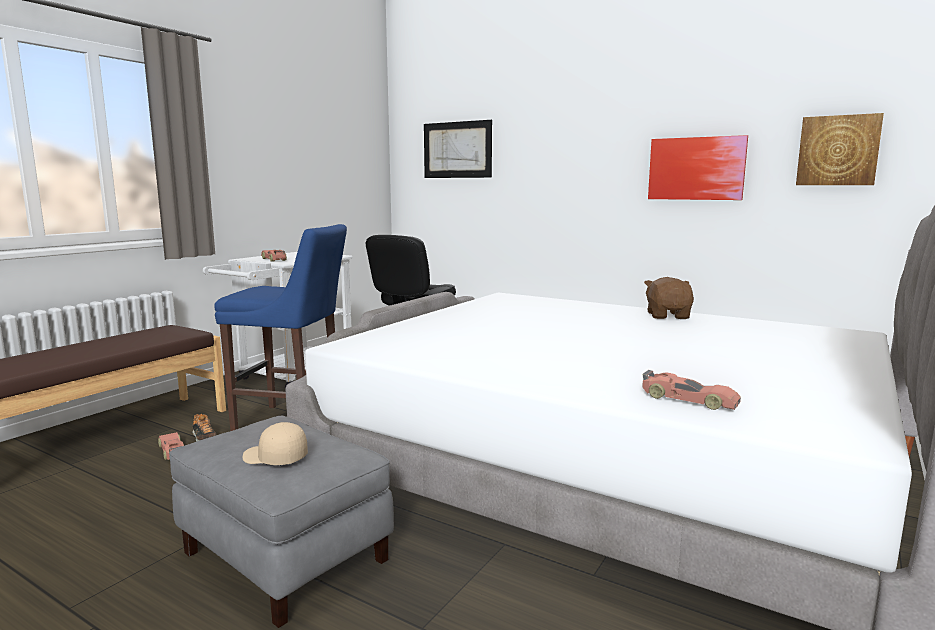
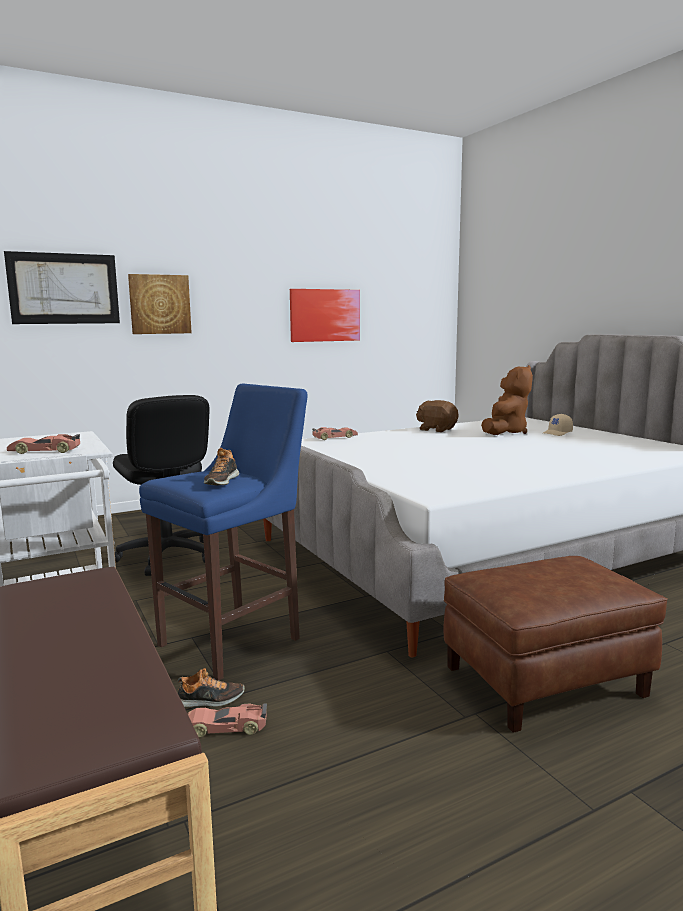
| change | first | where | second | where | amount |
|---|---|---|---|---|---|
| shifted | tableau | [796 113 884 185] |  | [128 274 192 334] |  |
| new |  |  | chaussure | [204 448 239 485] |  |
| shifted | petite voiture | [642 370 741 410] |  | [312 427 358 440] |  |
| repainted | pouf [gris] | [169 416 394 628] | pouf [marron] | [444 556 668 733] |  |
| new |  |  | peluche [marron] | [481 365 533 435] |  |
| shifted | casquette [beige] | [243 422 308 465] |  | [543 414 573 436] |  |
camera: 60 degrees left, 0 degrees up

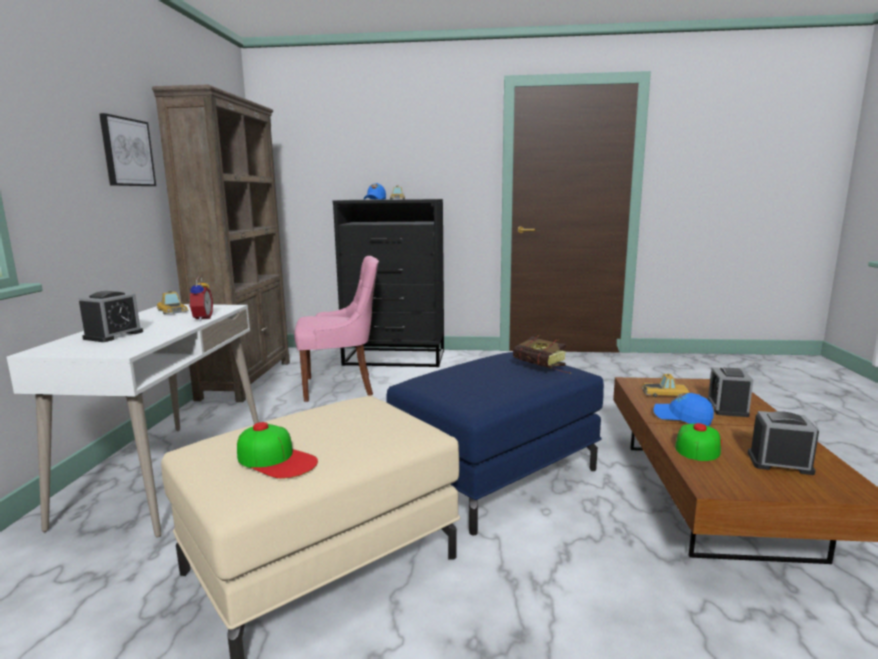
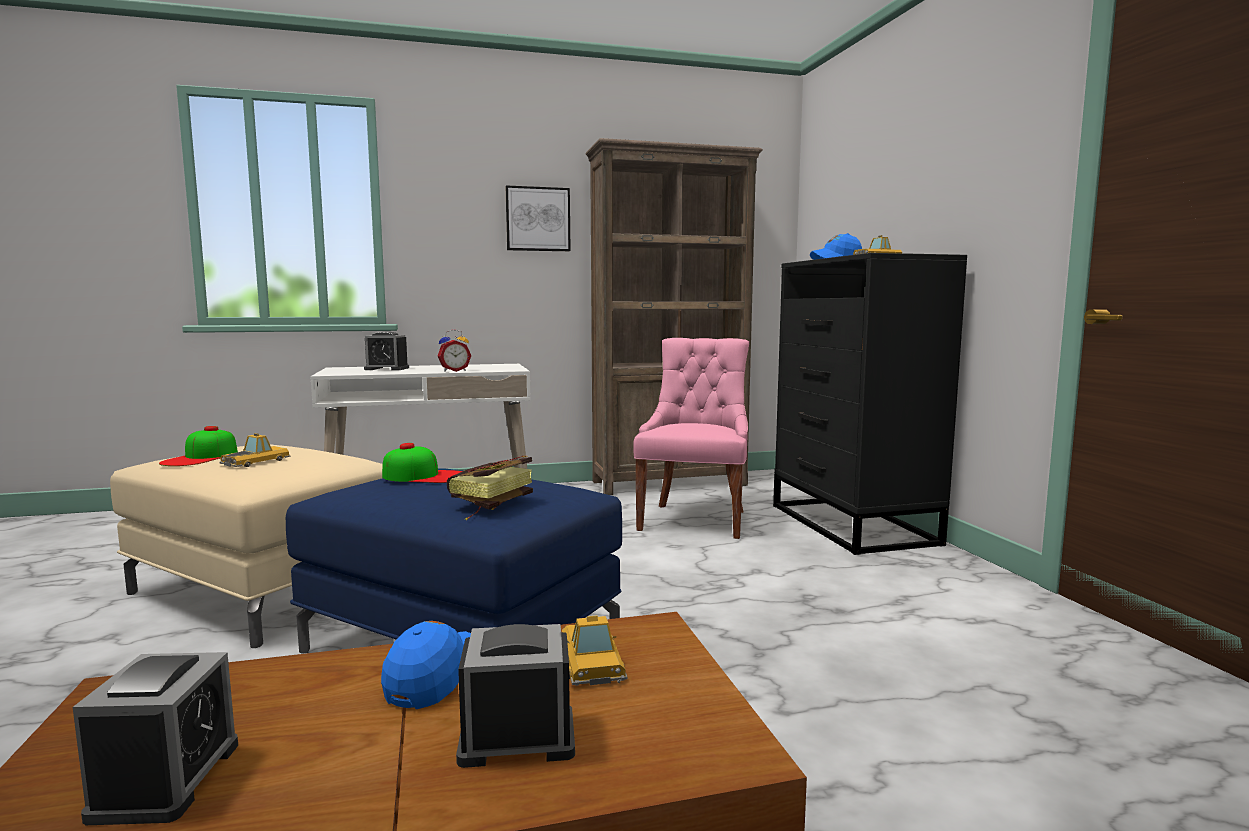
| change | first | where | second | where | amount |
|---|---|---|---|---|---|
| shifted | petite voiture | [157 291 189 314] |  | [219 433 290 467] |  |
| shifted | casquette | [675 423 722 461] |  | [382 443 462 483] |  |
| rotated | chaise [rose] | [294 256 379 402] |  | [634 338 749 539] | 135 degrees counterclockwise |
camera: 70 degrees right, 5 degrees down

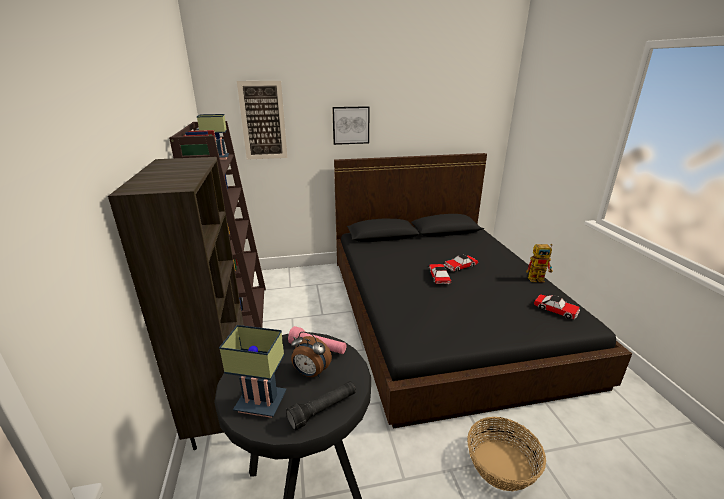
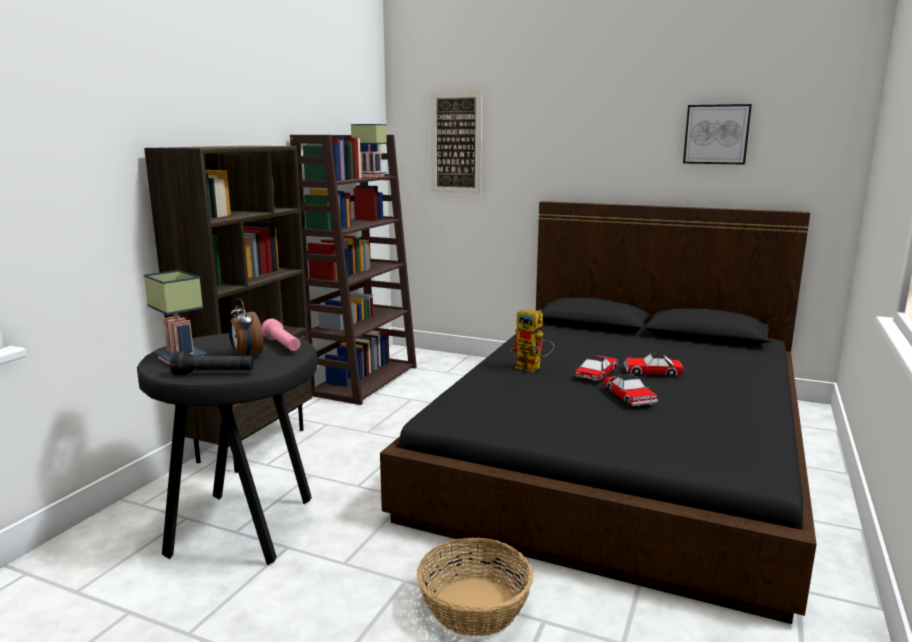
| change | first | where | second | where | amount |
|---|---|---|---|---|---|
| shifted | robot jouet | [526 244 553 282] |  | [511 309 554 372] |  |
| shifted | petite voiture | [534 294 580 319] |  | [603 374 658 406] |  |
| shifted | tableau | [332 106 369 145] |  | [683 104 752 165] |  |
camera: 35 degrees right, 10 degrees down

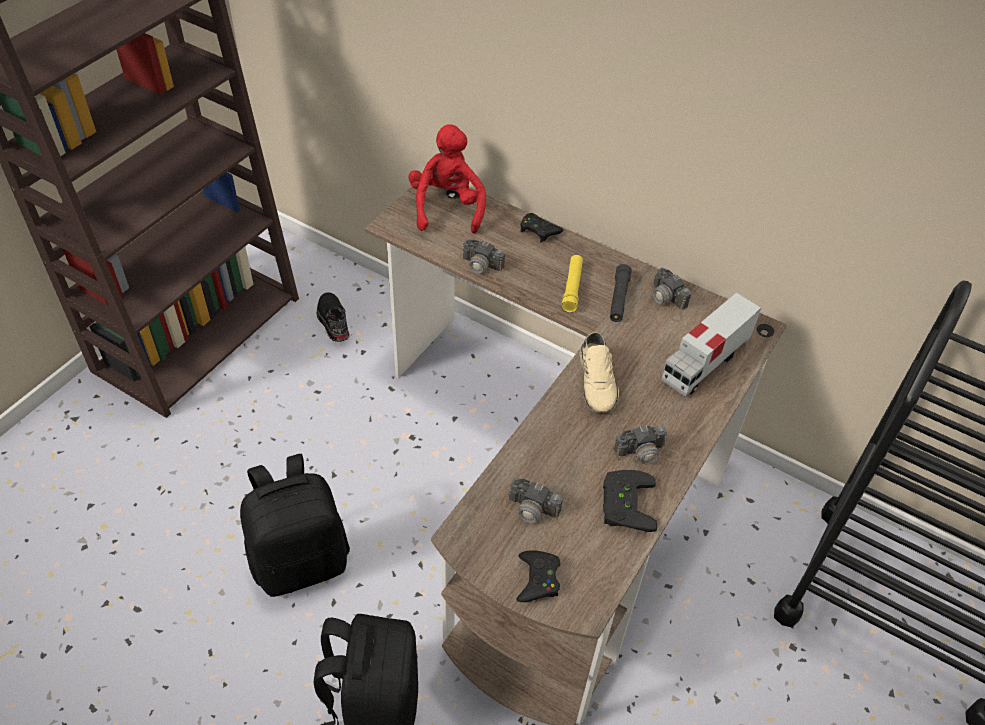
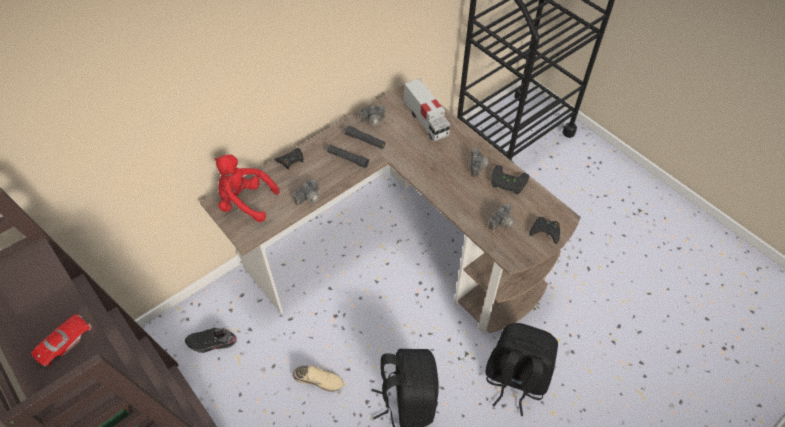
| change | first | where | second | where | amount |
|---|---|---|---|---|---|
| new |  |  | petite voiture [rouge] | [31 314 91 366] |  |
| shifted | chaussure [beige] | [579 332 619 412] |  | [293 365 344 392] |  |
| repainted | lampe de poche [jaune] | [561 255 583 312] | lampe de poche [noir] | [327 145 369 168] |  |
camera: 70 degrees left, 5 degrees up

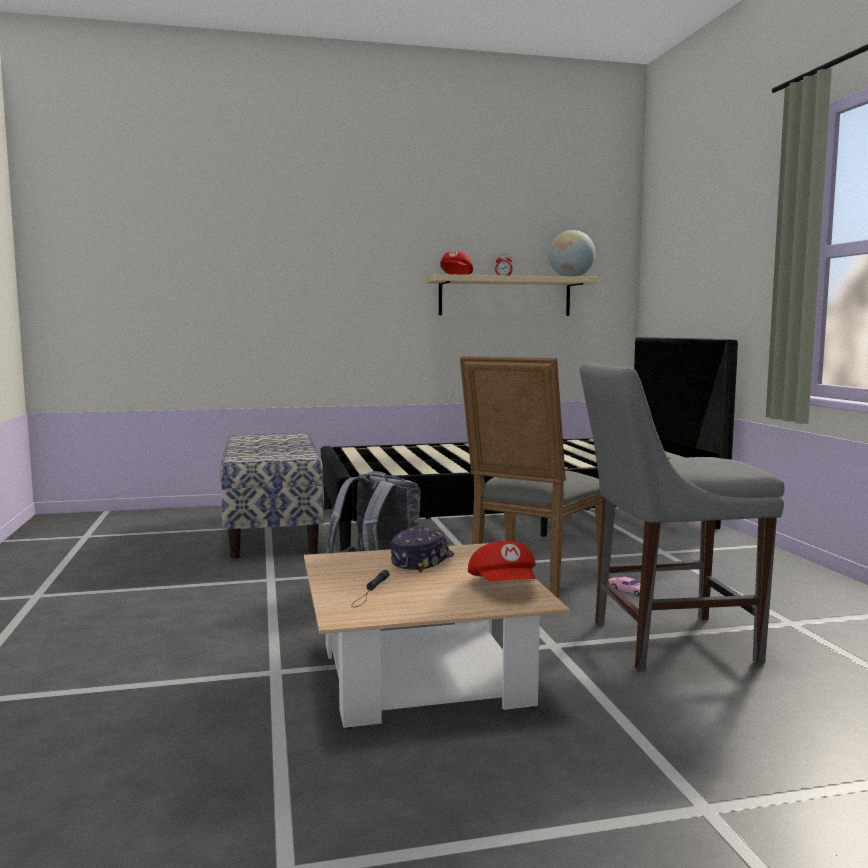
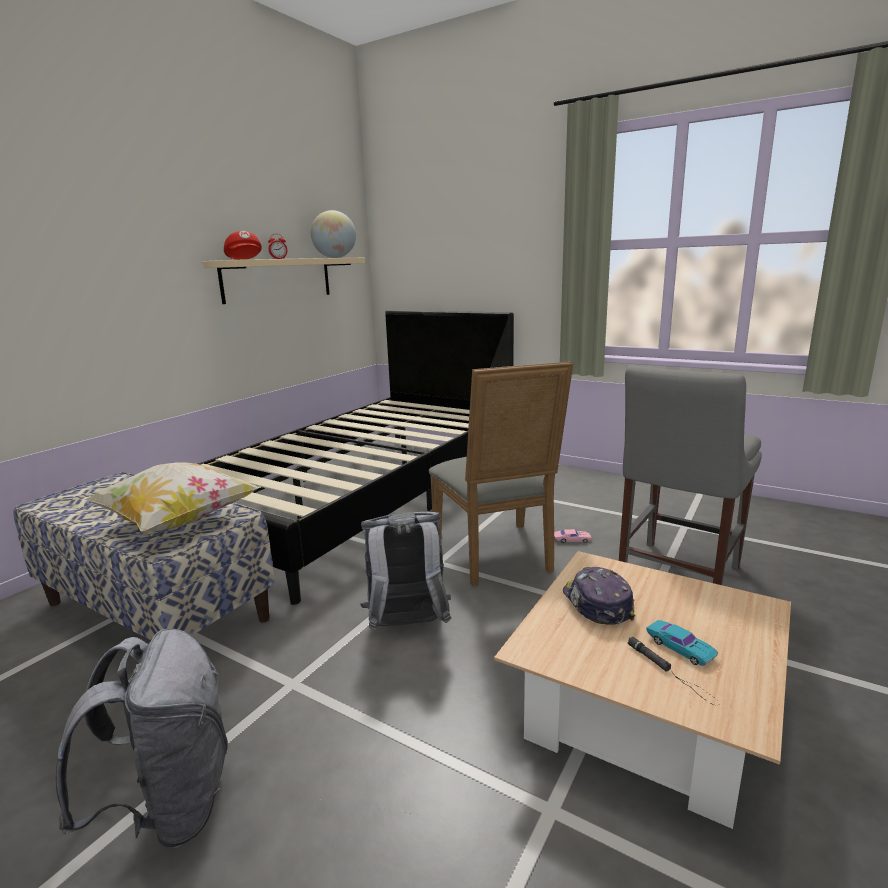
| change | first | where | second | where | amount |
|---|---|---|---|---|---|
| new |  |  | sac à dos [gris] | [56 629 228 848] |  |
| new |  |  | coussin | [84 462 261 532] |  |
| new |  |  | petite voiture [turquoise] | [646 620 718 666] |  |
| gone | casquette [rouge] | [468 541 536 582] |  |  |  |
camera: 45 degrees left, 10 degrees up

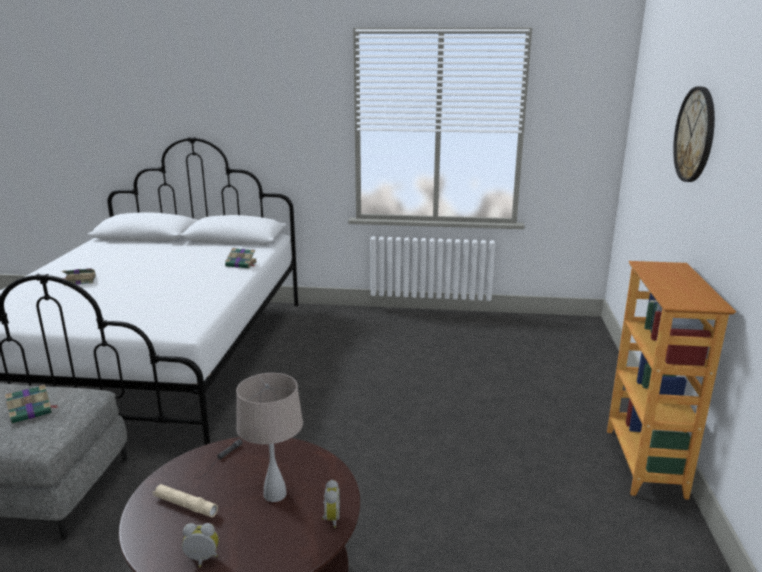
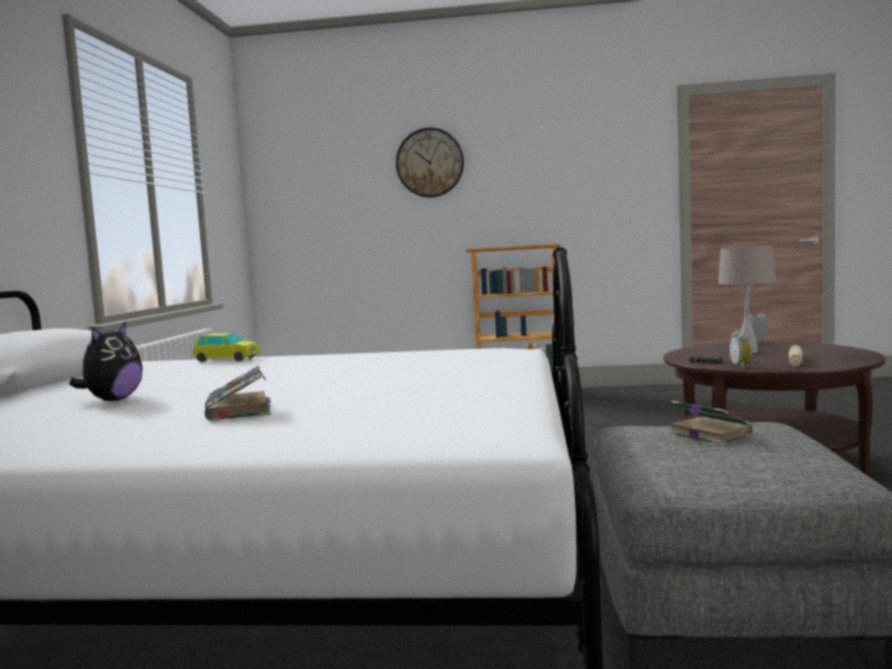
| change | first | where | second | where | amount |
|---|---|---|---|---|---|
| new |  |  | peluche | [69 322 143 401] |  |
| swapped | livre | [225 248 257 269] | petite voiture | [193 334 260 362] |  |
| shifted | réveil | [182 523 219 568] |  | [729 331 752 370] |  |
camera: 90 degrees left, 15 degrees down

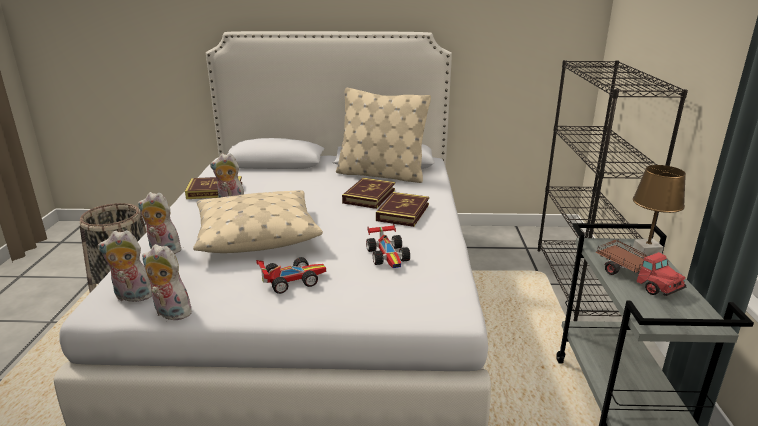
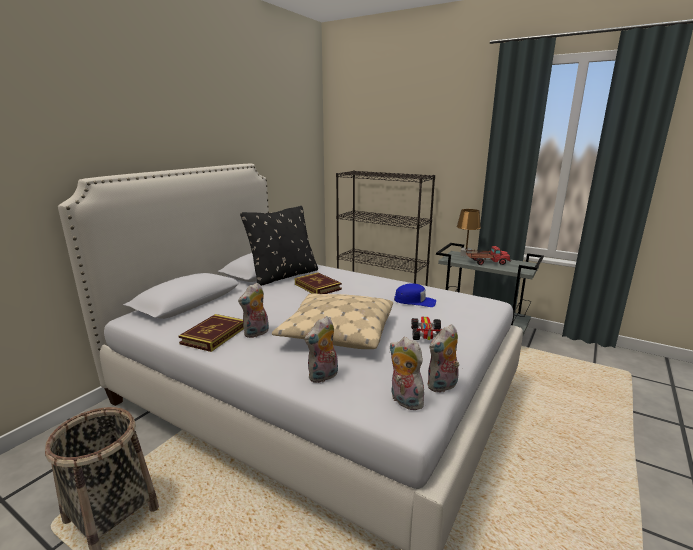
| change | first | where | second | where | amount |
|---|---|---|---|---|---|
| repainted | coussin [beige] | [336 88 431 183] | coussin [noir] | [240 206 318 286] |  |
| rotated | peluche | [98 230 152 302] |  | [389 337 424 410] | 105 degrees clockwise |
| swapped | petite voiture | [366 224 410 268] | casquette [bleu] | [394 283 436 307] |  |
| gone | livre | [376 192 429 227] |  |  |  |
camera: 60 degrees left, 5 degrees down

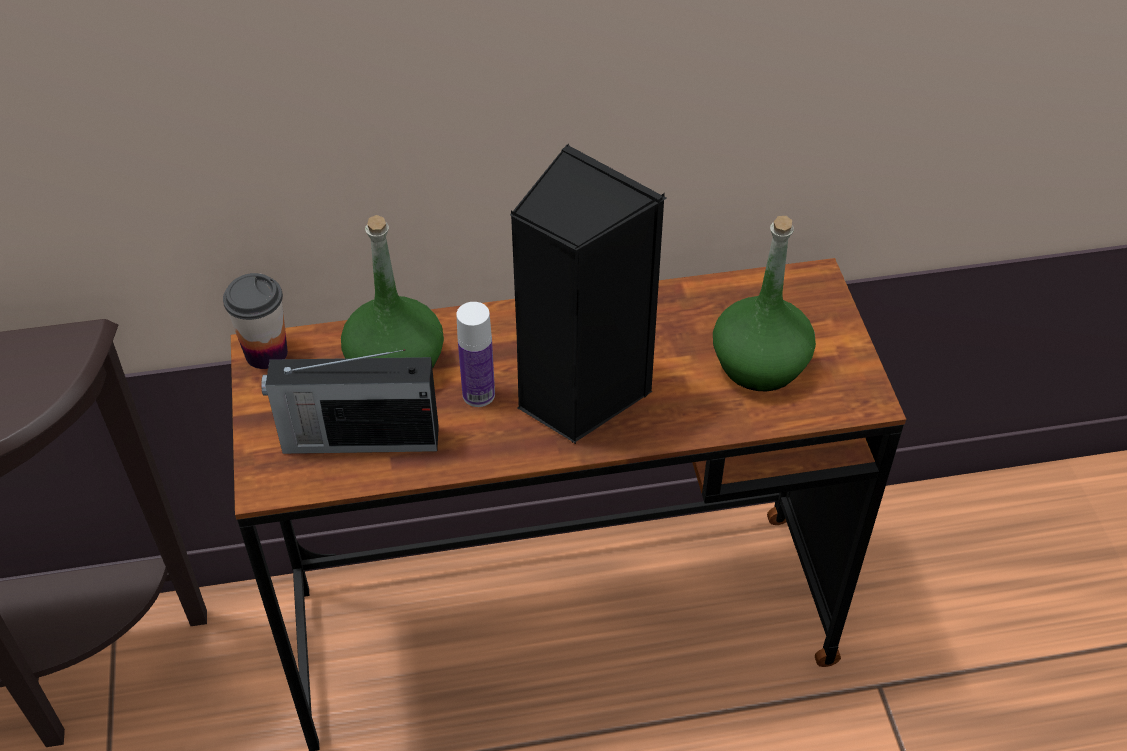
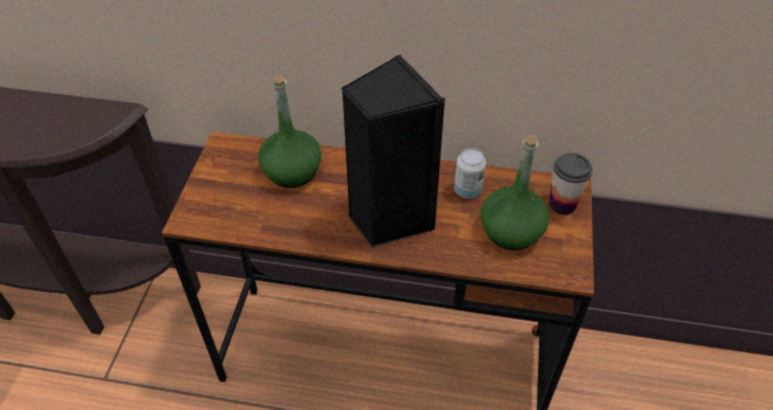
| change | first | where | second | where | amount |
|---|---|---|---|---|---|
| new |  |  | boîte métallique | [454 148 486 198] |  |
| shifted | tasse | [223 273 288 369] |  | [549 153 593 215] |  |
| gone | radio | [261 349 439 454] |  |  |  |
| gone | bouteille | [456 302 495 407] |  |  |  |
camera: 20 degrees right, 0 degrees up

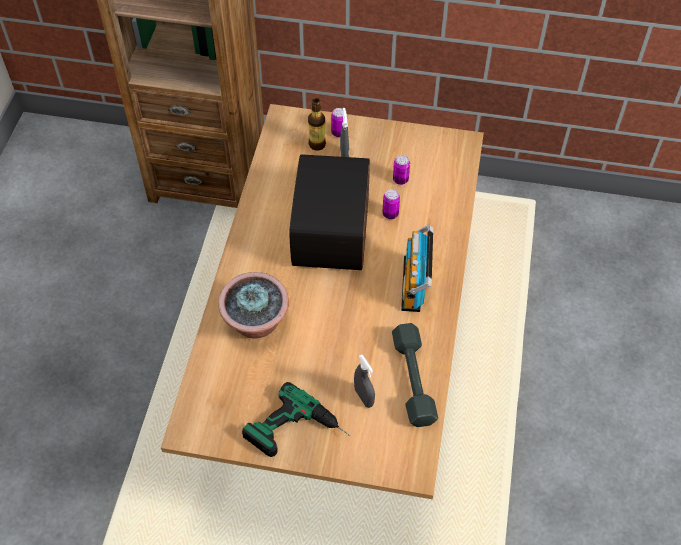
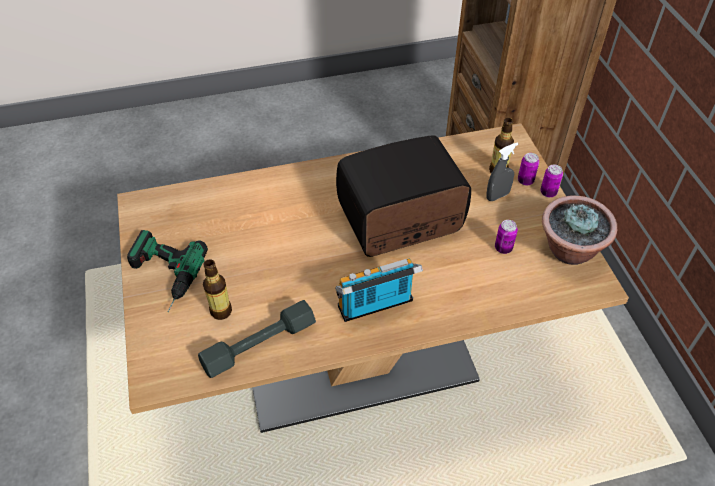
| change | first | where | second | where | amount |
|---|---|---|---|---|---|
| swapped | vaporisateur [gris] | [354 355 375 408] | bouteille | [203 259 232 320] |  |
| shifted | boîte métallique | [382 189 400 219] |  | [540 164 563 197] |  |
| shifted | plante en pot | [218 272 289 339] |  | [542 196 617 265] |  |
camera: 65 degrees right, 5 degrees down

